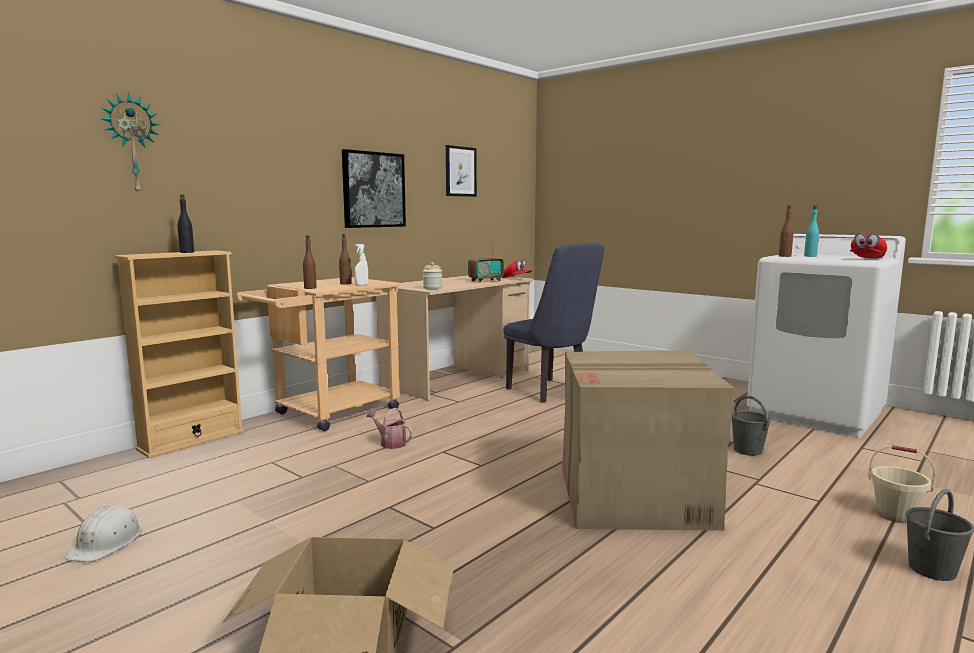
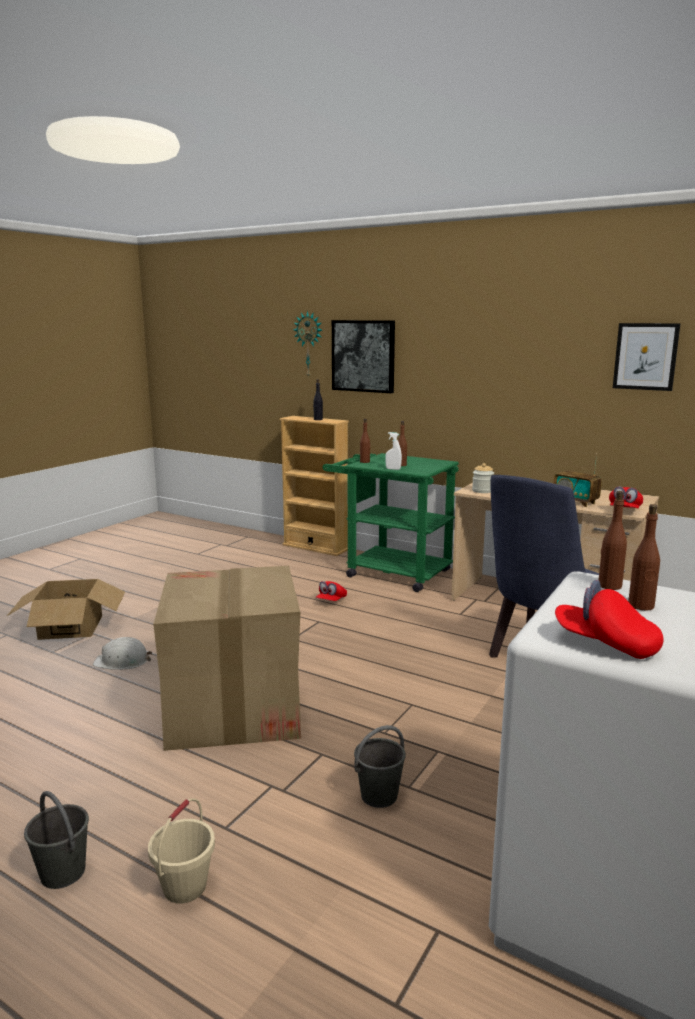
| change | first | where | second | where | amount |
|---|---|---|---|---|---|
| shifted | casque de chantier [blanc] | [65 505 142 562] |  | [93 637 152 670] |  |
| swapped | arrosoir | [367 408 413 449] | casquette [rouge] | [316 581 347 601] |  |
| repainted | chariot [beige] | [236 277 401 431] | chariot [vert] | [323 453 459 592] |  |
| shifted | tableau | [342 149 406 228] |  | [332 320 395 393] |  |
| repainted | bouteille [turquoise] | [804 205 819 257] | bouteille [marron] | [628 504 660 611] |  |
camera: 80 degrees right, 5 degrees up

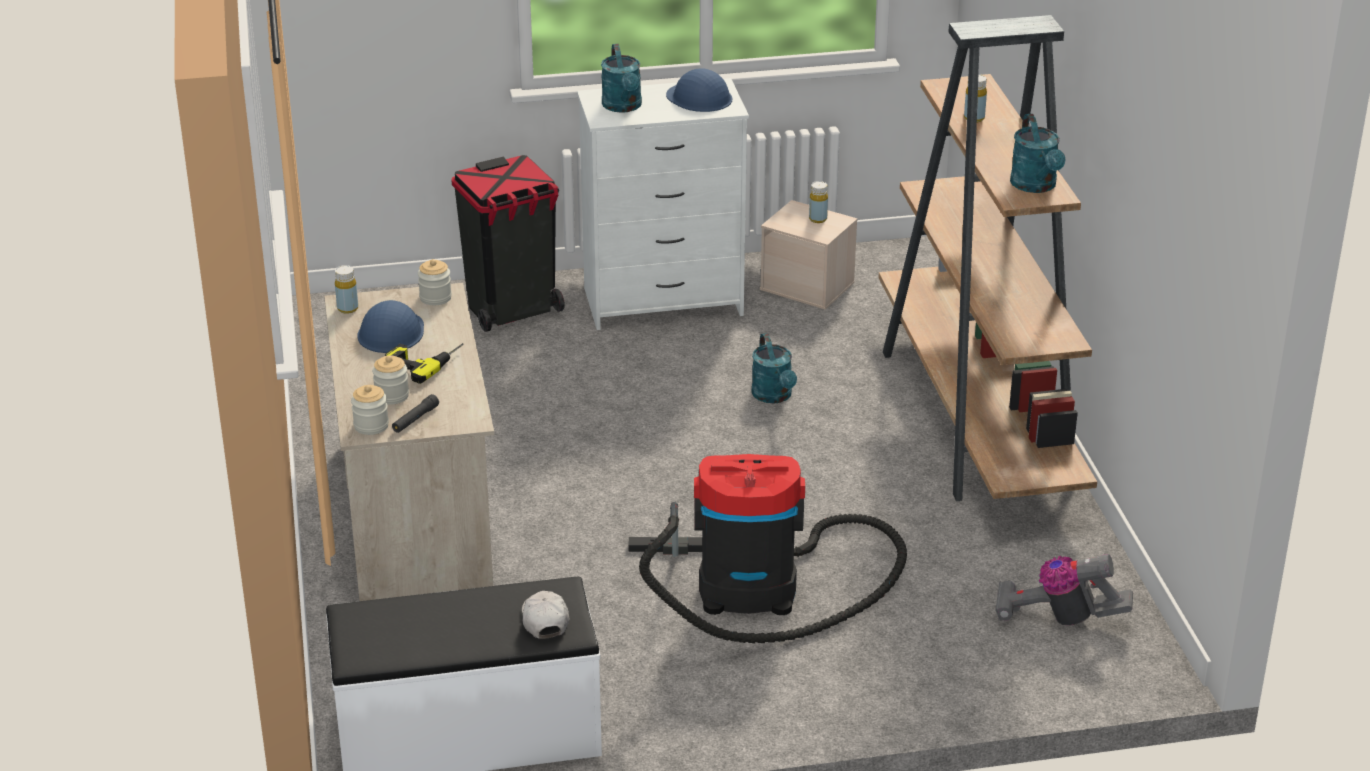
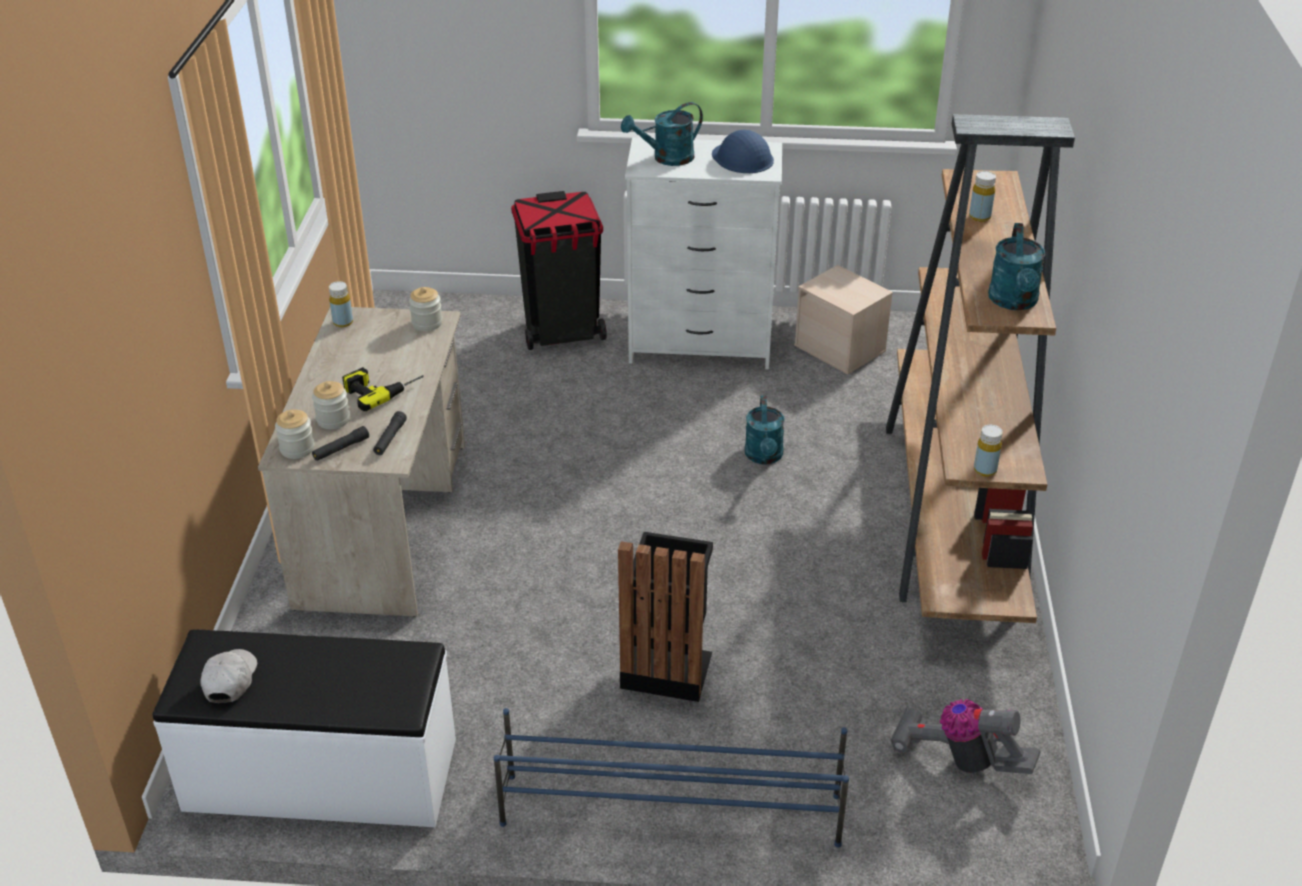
| change | first | where | second | where | amount |
|---|---|---|---|---|---|
| shifted | casquette [blanc] | [522 591 570 639] |  | [200 649 257 703] |  |
| new |  |  | lampe de poche [noir] | [373 411 407 455] |  |
| new |  |  | étagère à chaussures [bleu] | [494 708 849 848] |  |
| swapped | aspirateur | [628 454 907 643] | poubelle [noir] | [618 532 713 702] |  |
| rotated | arrosoir [turquoise] | [601 44 642 113] |  | [621 102 703 166] | 60 degrees clockwise |
| shifted | bouteille [jaune] | [809 181 828 223] |  | [974 425 1003 477] |  |
| gone | casque de chantier [bleu] | [358 300 424 353] |  |  |  |
camera: 15 degrees right, 5 degrees up

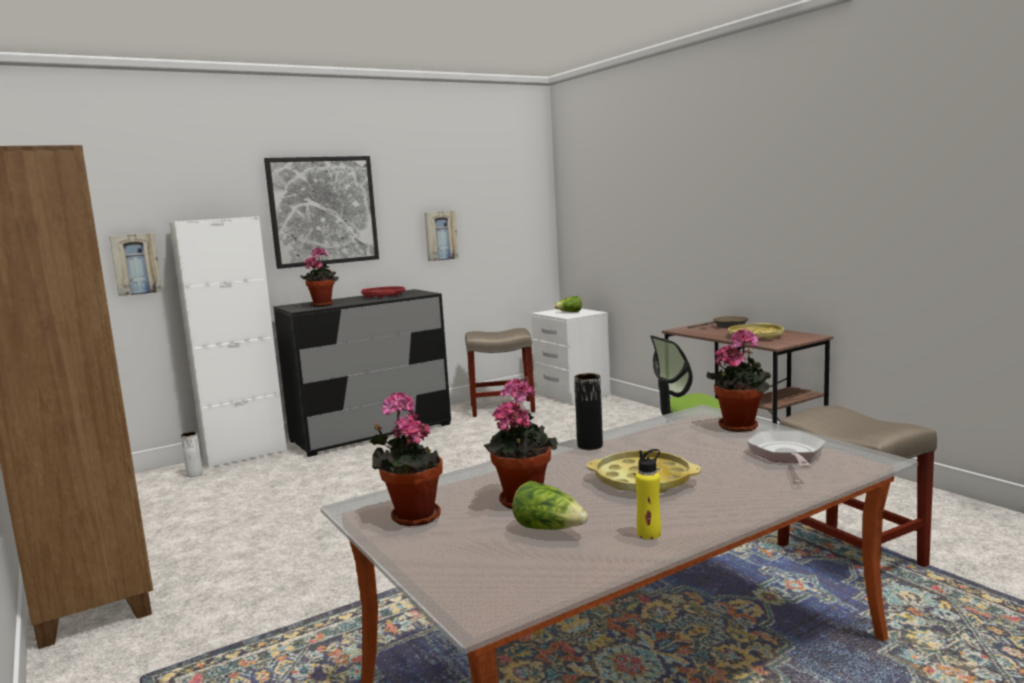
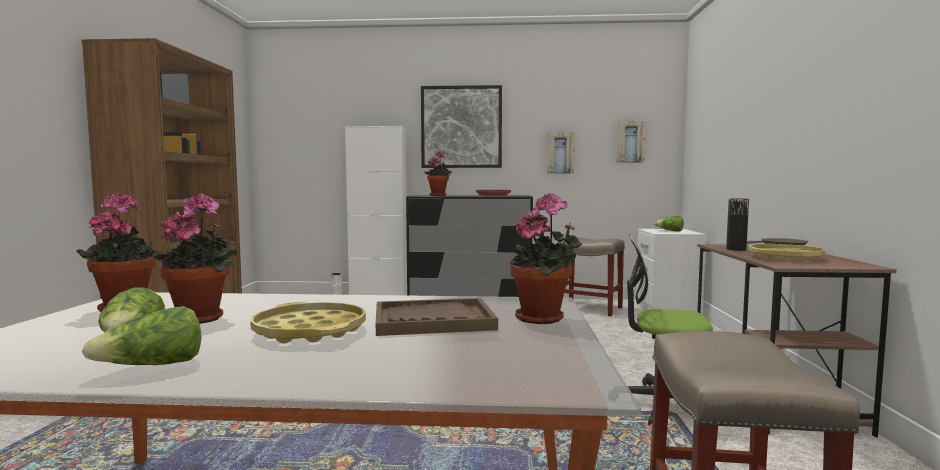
| change | first | where | second | where | amount |
|---|---|---|---|---|---|
| swapped | bouteille [jaune] | [635 449 661 539] | laitue | [82 306 201 365] |  |
| new |  |  | plateau [marron] | [376 298 498 336] |  |
| shifted | tableau | [109 233 162 296] |  | [616 121 646 163] |  |
| shifted | vase [noir] | [574 373 603 450] |  | [726 198 749 251] |  |
| gone | poêle | [747 430 826 468] |  |  |  |
camera: 35 degrees right, 5 degrees down

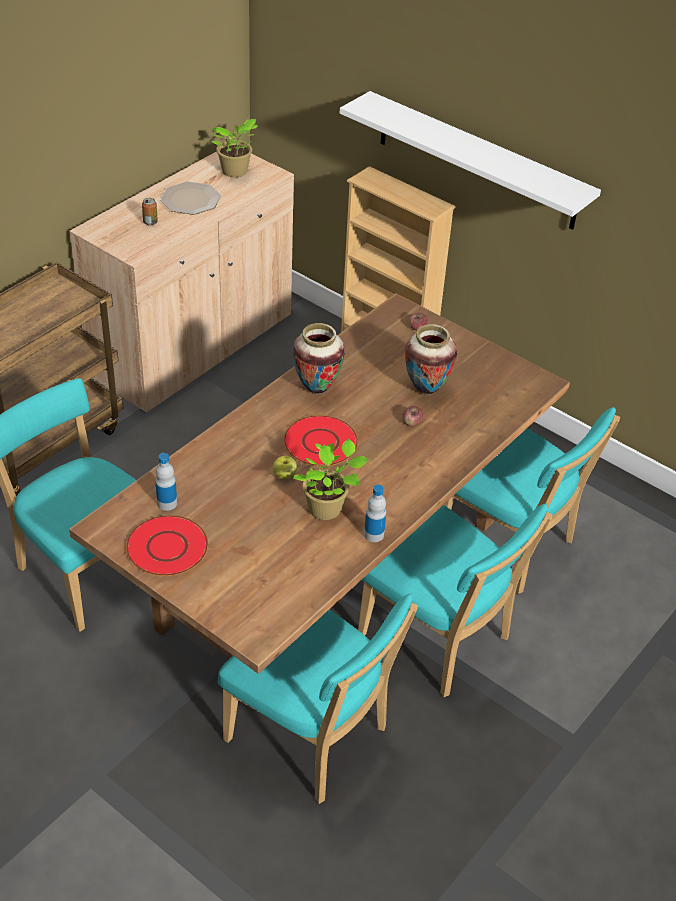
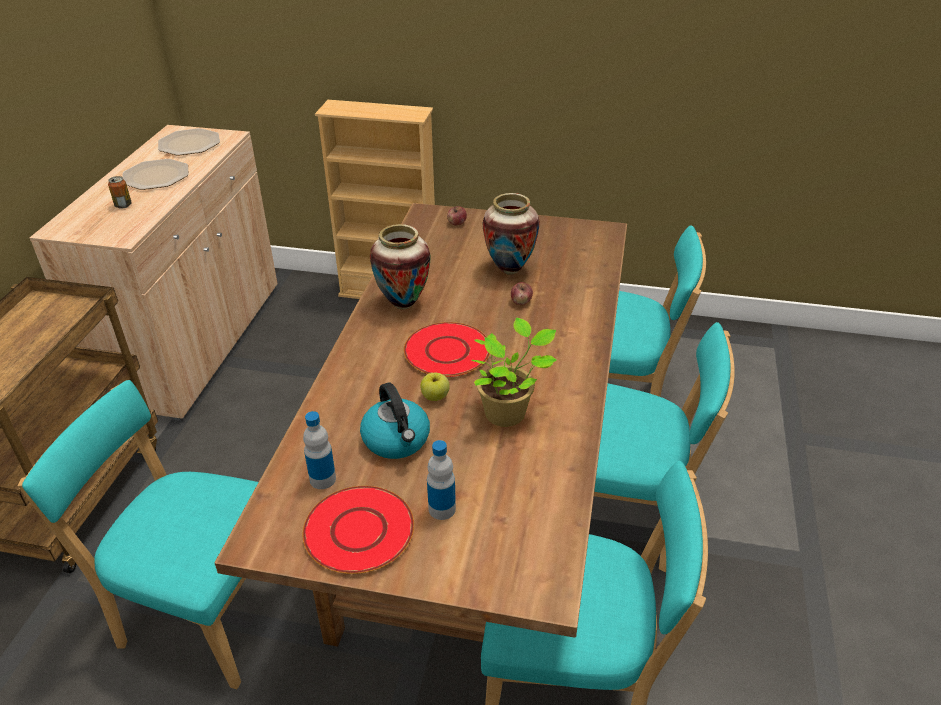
| change | first | where | second | where | amount |
|---|---|---|---|---|---|
| swapped | plante en pot | [211 119 258 177] | assiette | [158 128 220 156] |  |
| new |  |  | bouilloire | [360 383 430 459] |  |
| shifted | bouteille | [364 484 386 542] |  | [427 440 456 520] |  |
| gone | étagère [blanc] | [340 91 601 230] |  |  |  |
camera: 25 degrees left, 5 degrees down

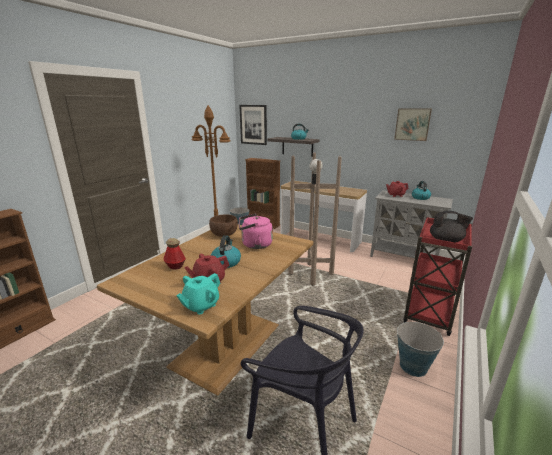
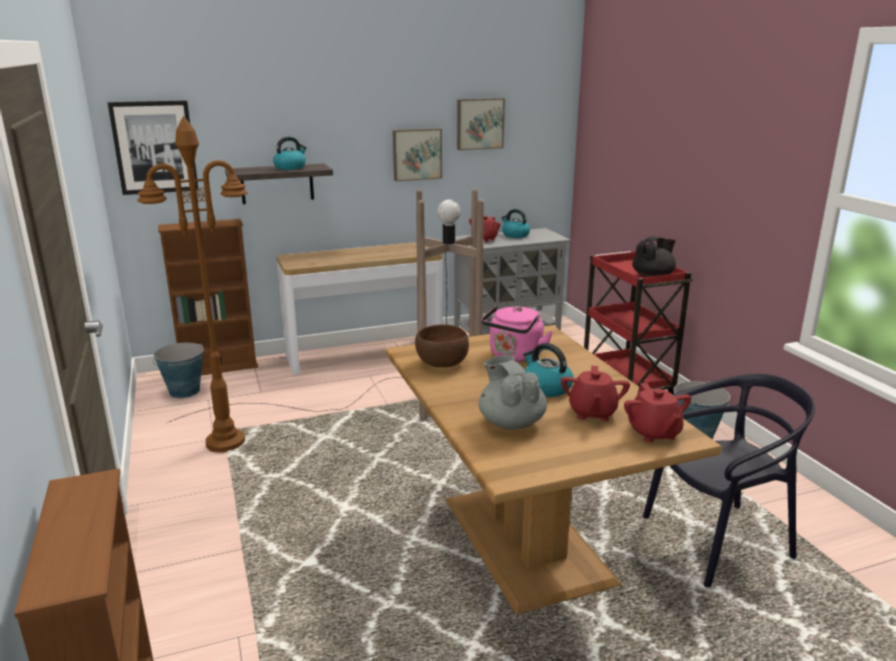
| change | first | where | second | where | amount |
|---|---|---|---|---|---|
| new |  |  | tableau | [393 128 442 181] |  |
| swapped | bouteille | [163 238 186 269] | théière [gris] | [478 355 547 430] |  |
| repainted | théière [turquoise] | [176 273 220 315] | théière [rouge] | [624 383 691 442] |  |
camera: 50 degrees left, 0 degrees up

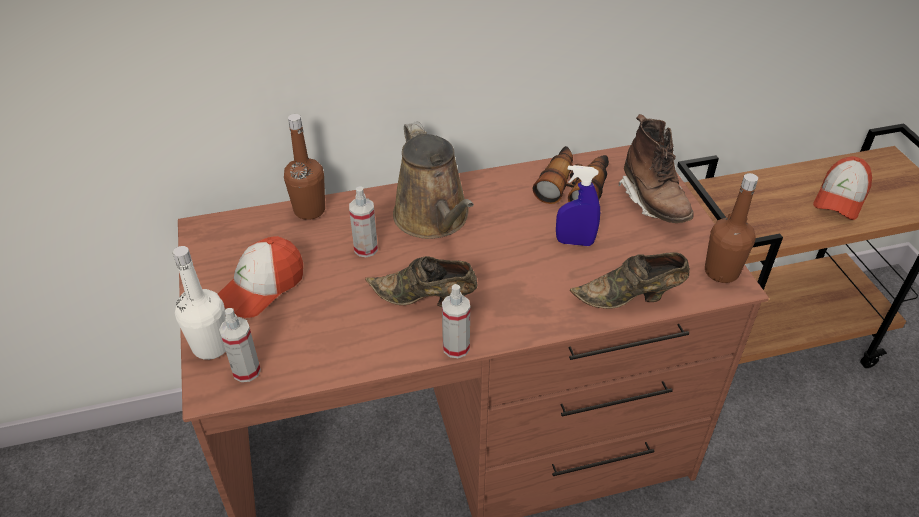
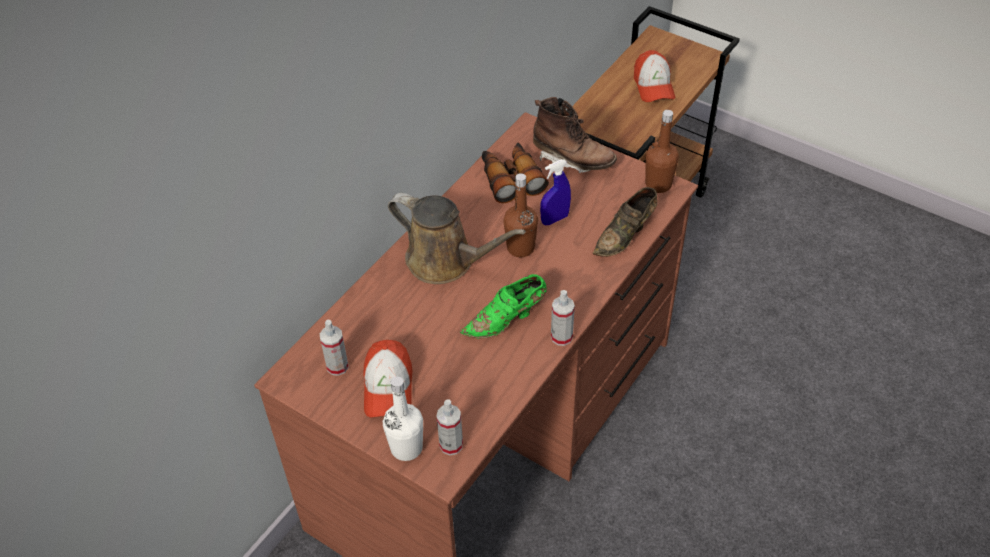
| change | first | where | second | where | amount |
|---|---|---|---|---|---|
| shifted | vaporisateur | [349 186 378 257] |  | [320 320 349 376] |  |
| repainted | chaussure [marron] | [365 256 478 307] | chaussure [vert] | [460 274 547 339] |  |
| shifted | bouteille [marron] | [284 114 325 220] |  | [503 173 538 257] |  |
camera: 40 degrees left, 5 degrees up

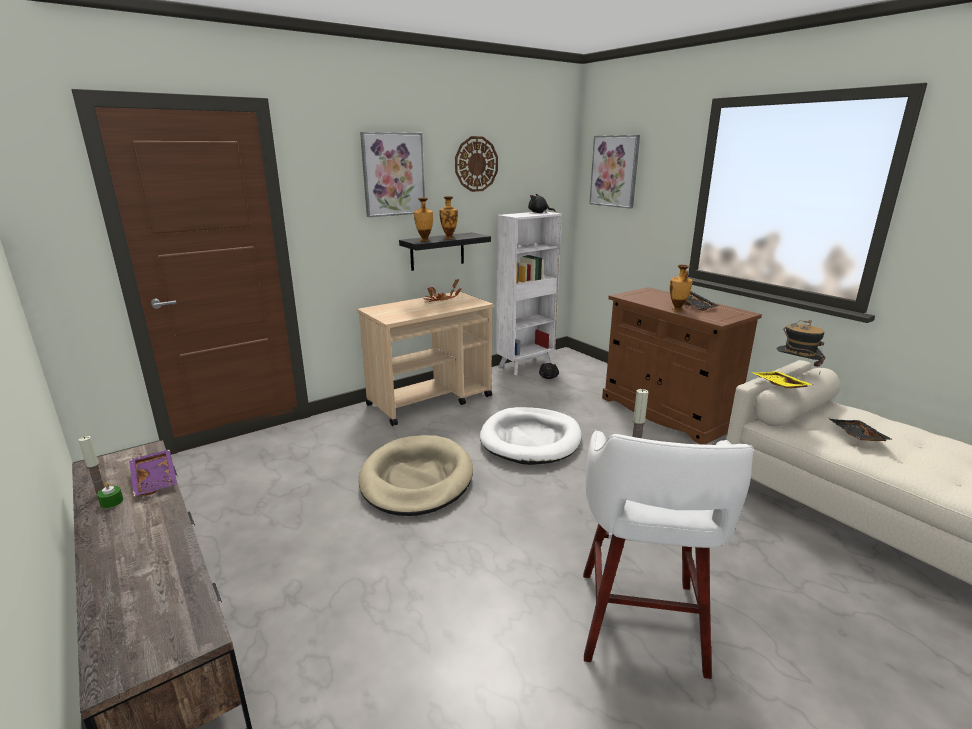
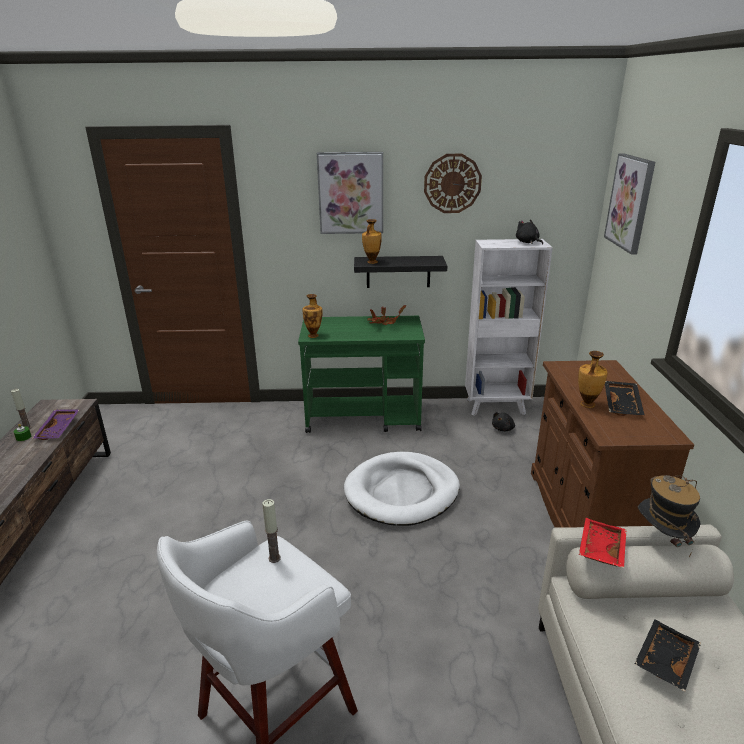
| change | first | where | second | where | amount |
|---|---|---|---|---|---|
| repainted | chariot [beige] | [358 292 493 426] | chariot [vert] | [298 316 425 433] |  |
| shifted | vase | [439 196 458 239] |  | [302 294 322 338] |  |
| repainted | plateau [jaune] | [751 371 813 388] | plateau [rouge] | [579 518 627 568] |  |
| gone | panier pour chien [beige] | [359 435 473 516] |  |  |  |
camera: 35 degrees right, 5 degrees up

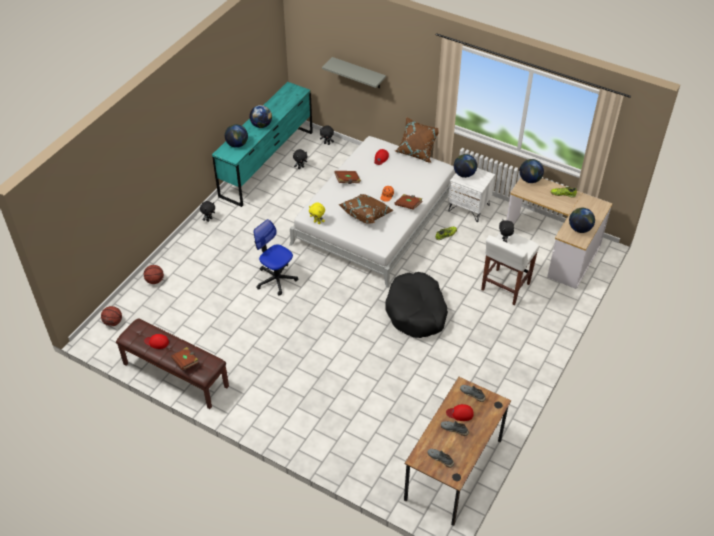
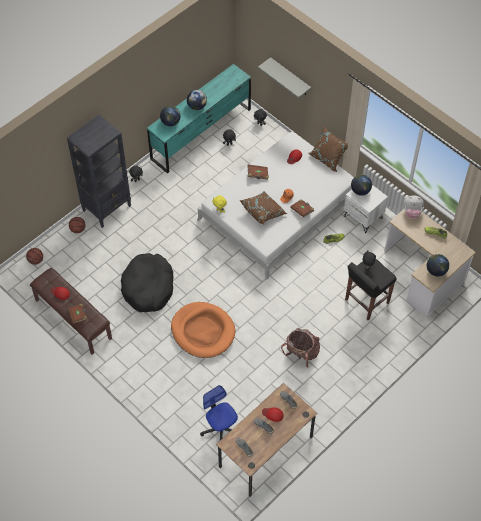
| change | first | where | second | where | amount |
|---|---|---|---|---|---|
| new |  |  | bibliothèque [noir] | [67 114 131 228] |  |
| shifted | panier pour chien [noir] | [385 272 448 338] |  | [121 253 173 312] |  |
| new |  |  | panier pour chien [orange] | [171 302 235 358] |  |
| shifted | chaise de bureau | [253 219 298 296] |  | [200 385 238 440] |  |
| new |  |  | sac à dos | [281 328 320 367] |  |
| repainted | tabouret [blanc] | [481 232 539 305] | tabouret [noir] | [345 259 397 320] |  |
| swapped | globe | [519 159 544 183] | peluche | [404 195 424 218] |  |
camera: 15 degrees right, 10 degrees up

